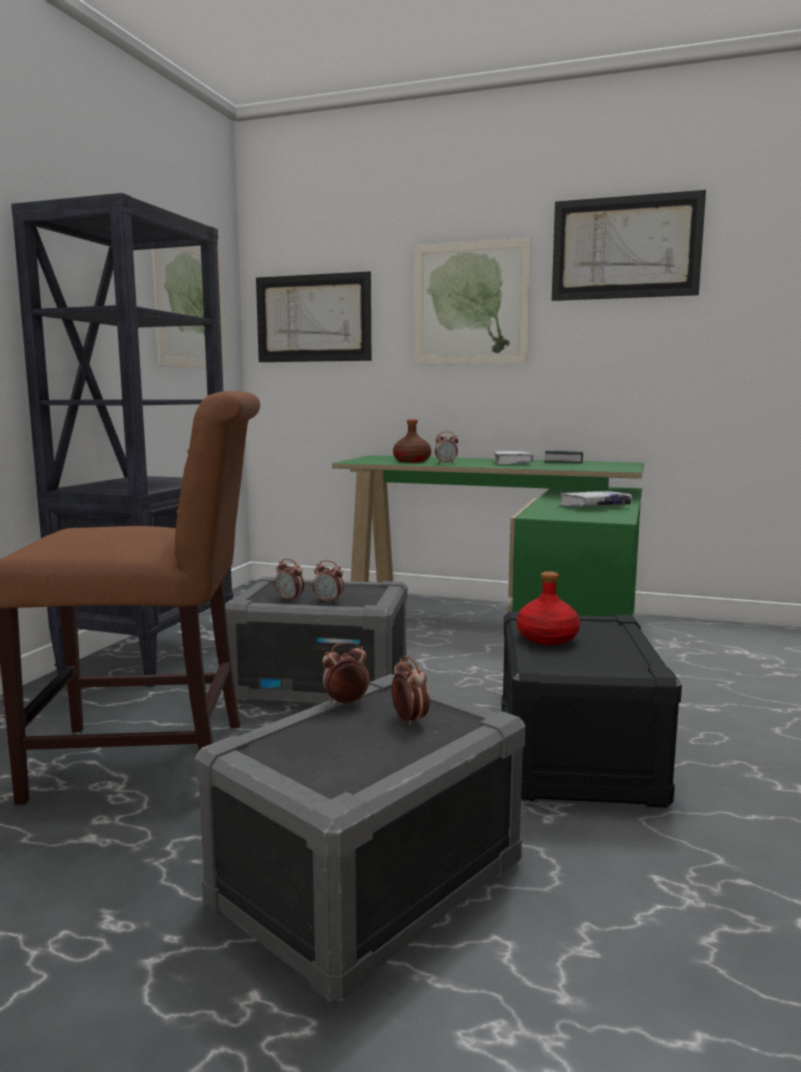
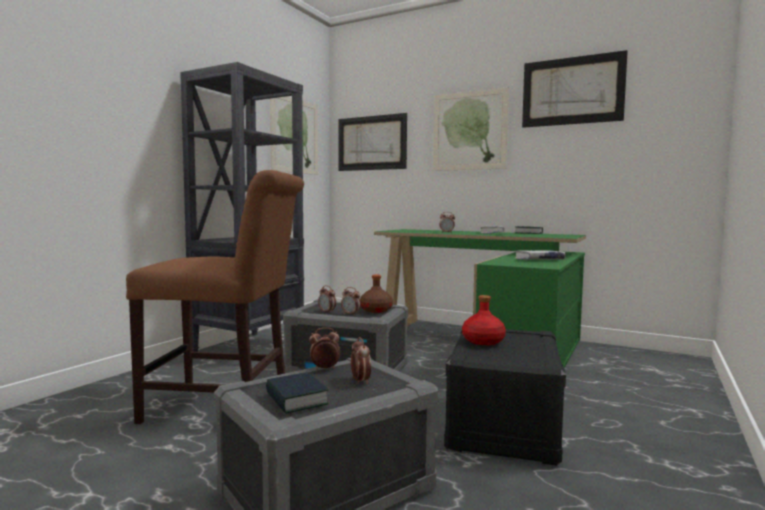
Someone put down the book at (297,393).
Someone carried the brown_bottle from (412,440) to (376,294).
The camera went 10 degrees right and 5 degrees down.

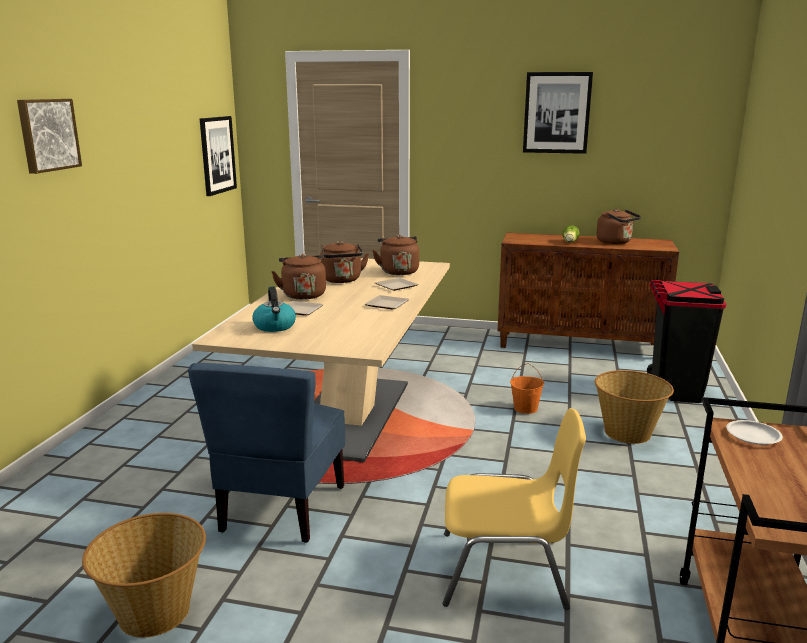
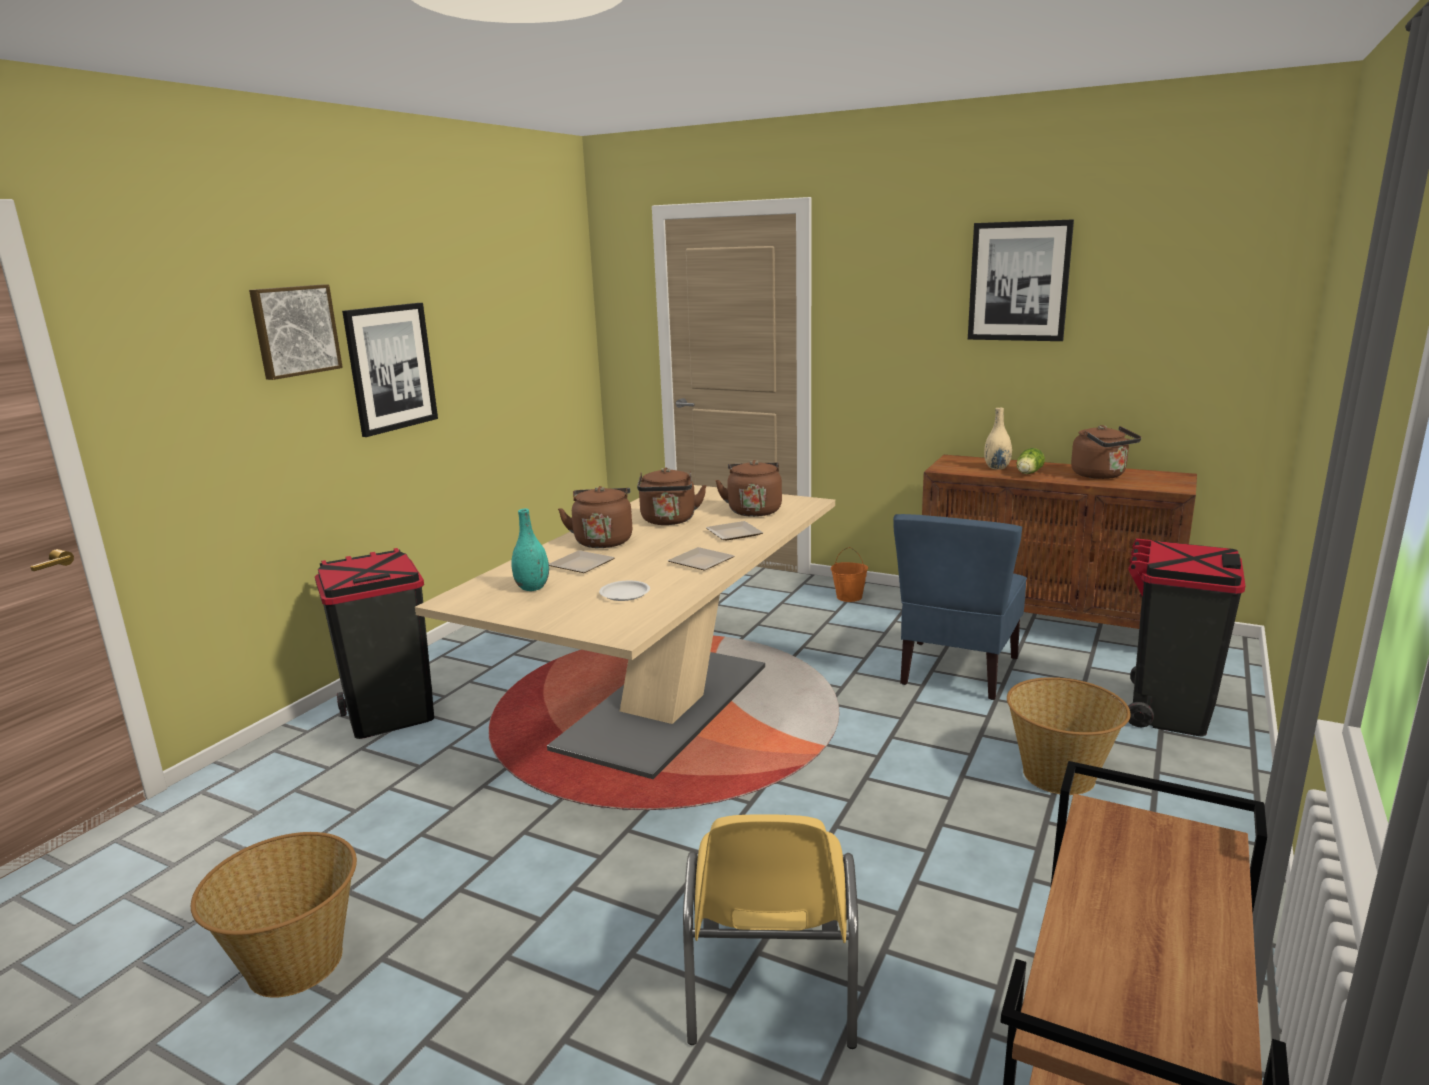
Someone put down the black_trash_can at (374,643).
Someone put down the beige_vase at (998,439).
Someone carried the blue_chair from (266,453) to (960,607).
Someone carried the picture from (218,156) to (390,370).
Someone carried the orange_bucket from (527,388) to (849,574).
Someone carried the white_plate from (754,432) to (624,591).
Someone swapped the kettle at (274,309) for the turquoise_vase at (530,550).
Someone rotated the yellow_chair at (514,509) by 75 degrees clockwise.
The camera went 15 degrees right and 0 degrees up.

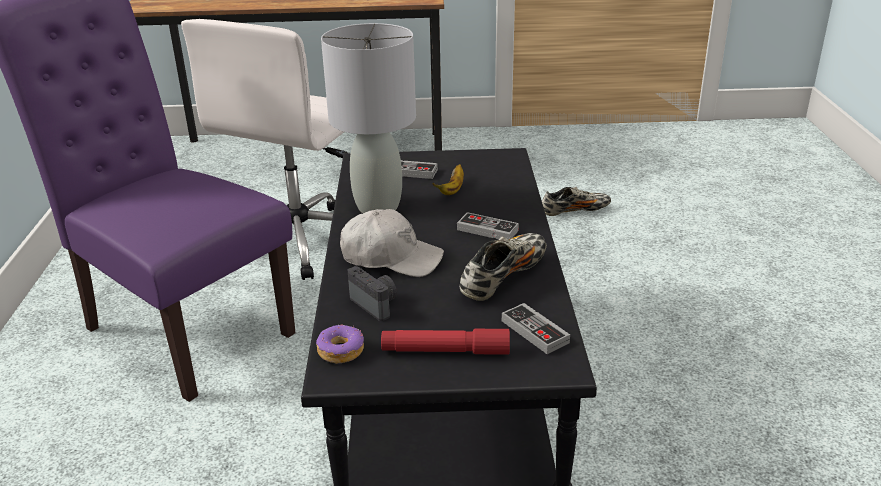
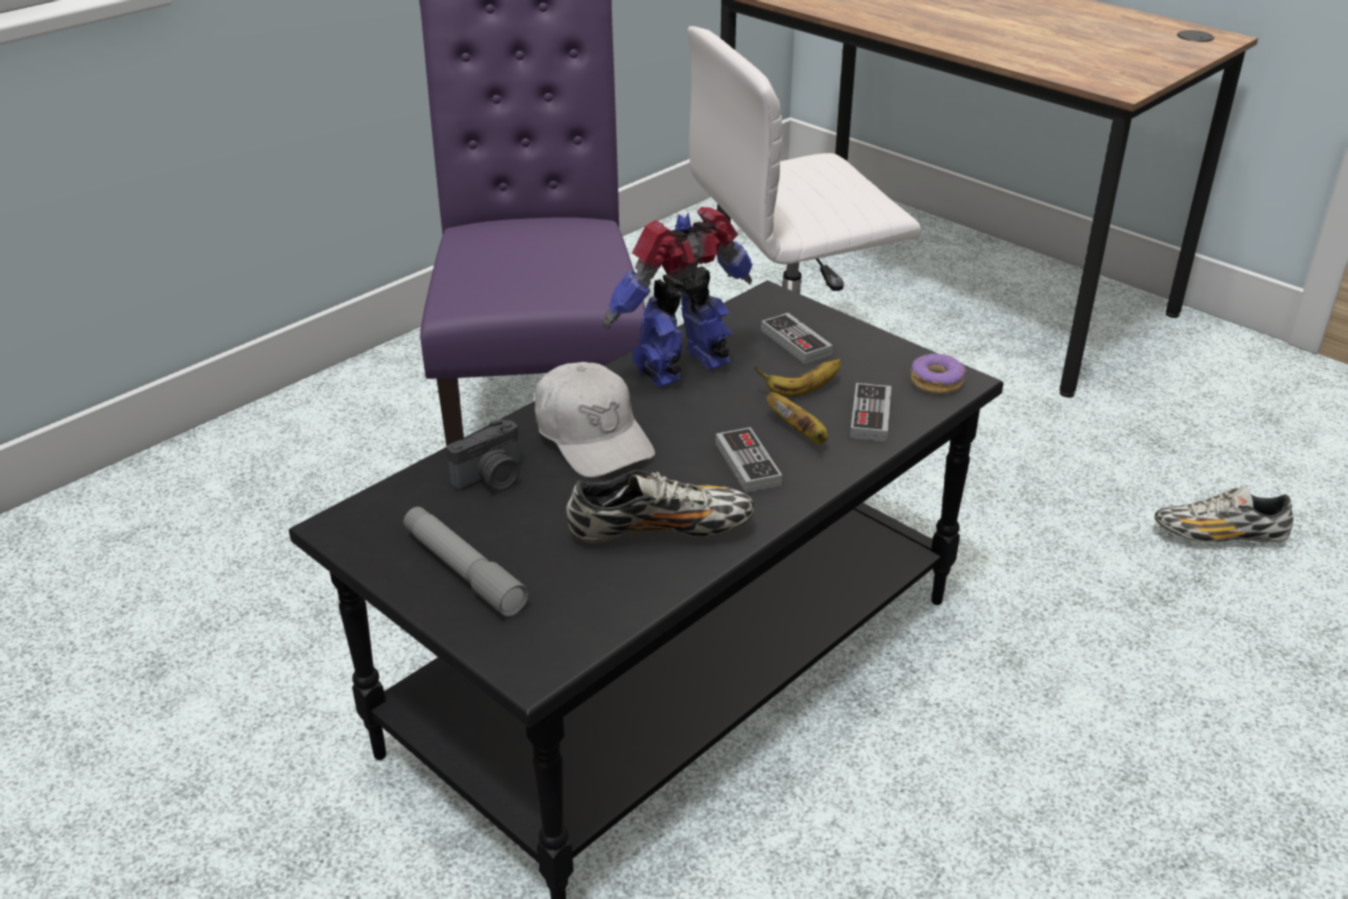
Someone put down the banana at (797,418).
Someone carried the donut from (340,344) to (938,374).
Someone carried the game_controller from (536,328) to (870,412).
Someone swapped the grey_table_lamp at (368,118) for the toy_robot at (678,297).
Someone repainted the red_flashlight at (445,342), which became the grey_flashlight at (466,562).
Someone rotated the photo_camera at (372,293) by 45 degrees clockwise.
Someone rotated the shoe at (576,201) by 150 degrees clockwise.
The camera went 45 degrees right and 5 degrees up.

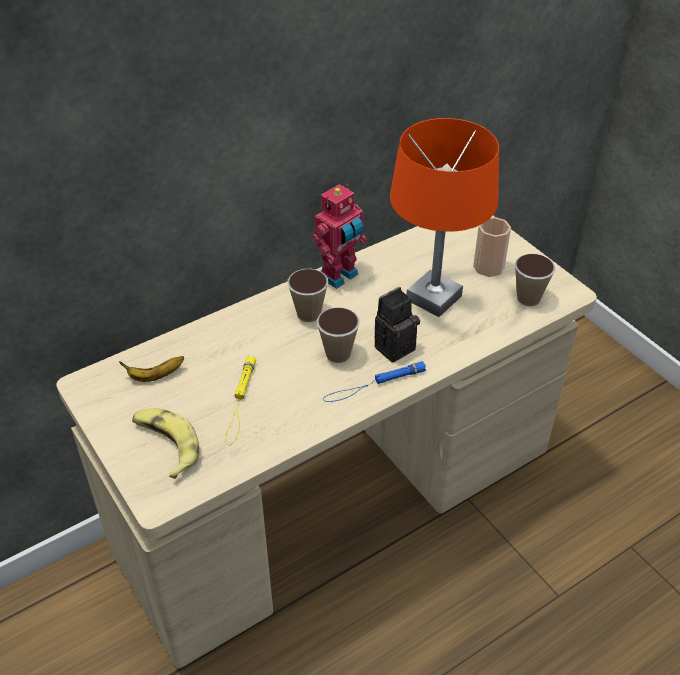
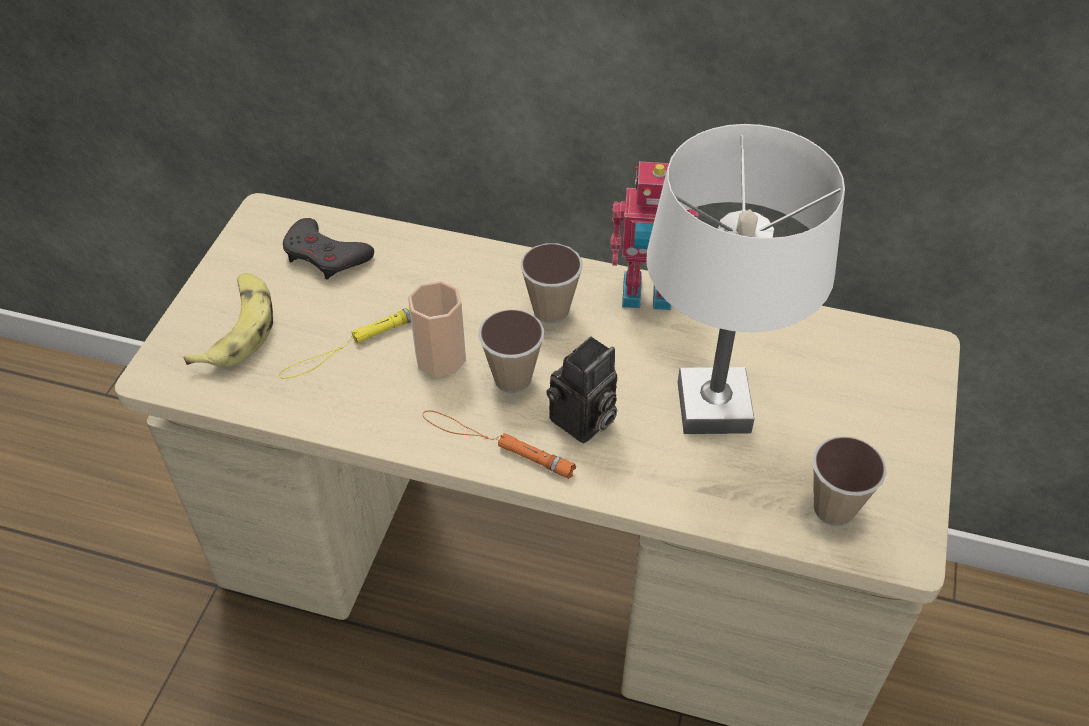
Someone carried the cup from (492,247) to (437,329).
Someone swapped the banana at (151,369) for the grey_game_controller at (328,249).
Someone repainted the blue_flashlight at (374,381), which became the orange_flashlight at (499,444).
Someone repainted the orange_table_lamp at (444,217), which became the white_table_lamp at (745,279).
Someone rotated the photo_camera at (397,324) by 120 degrees clockwise.
The camera went 50 degrees right and 5 degrees up.

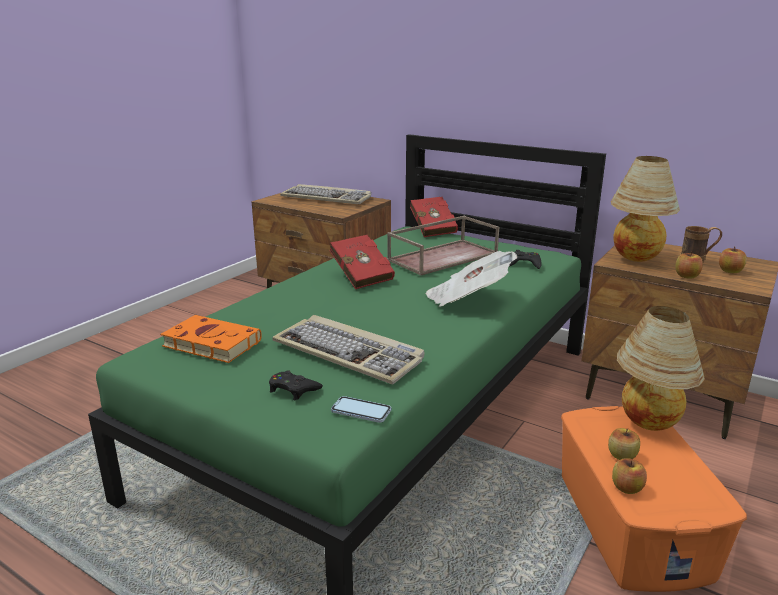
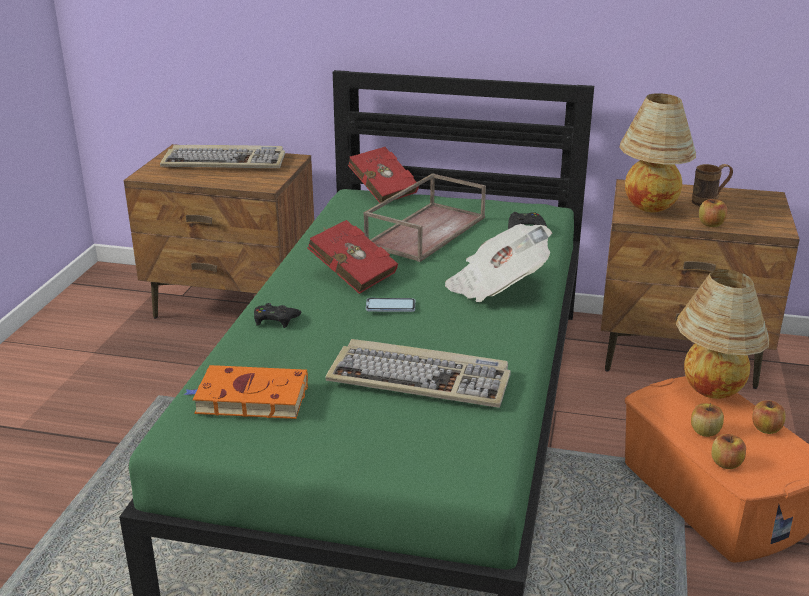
Someone carried the black_game_controller from (296,385) to (277,315).
Someone carried the phone from (361,409) to (390,305).
Someone carried the apple from (733,259) to (769,417).
The camera went 20 degrees left and 5 degrees up.

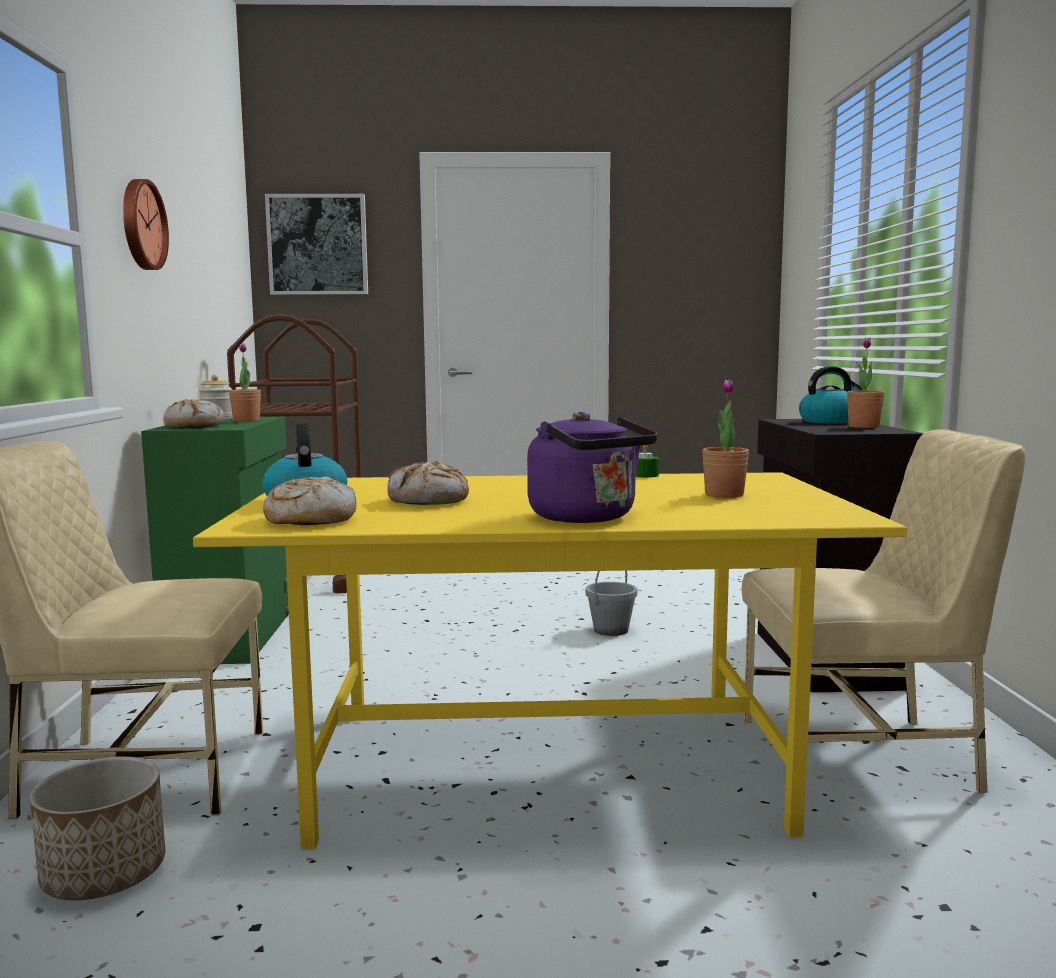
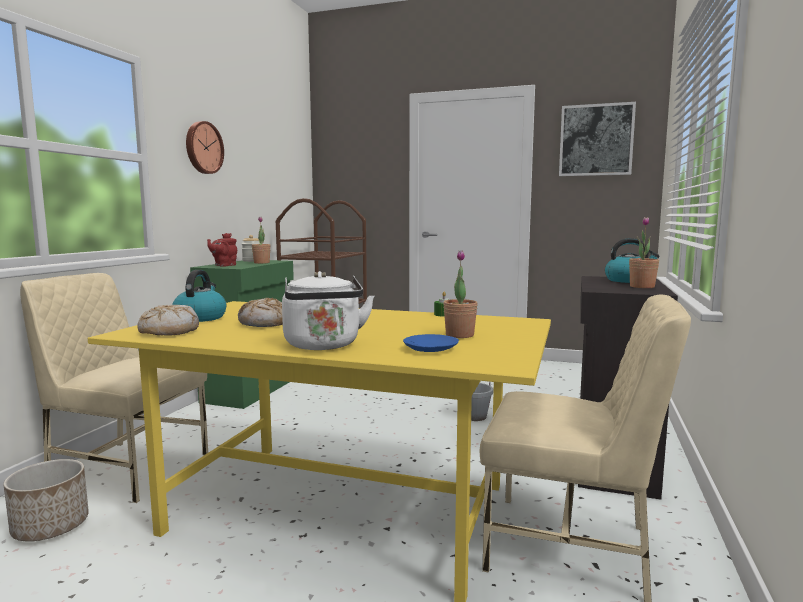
Someone put down the blue_plate at (431,343).
Someone carried the picture from (316,244) to (597,139).
Someone swapped the bread at (194,413) for the red_teapot at (222,249).
Someone repainted the purple_kettle at (592,467), which became the white_kettle at (328,310).
The camera went 20 degrees right and 0 degrees up.

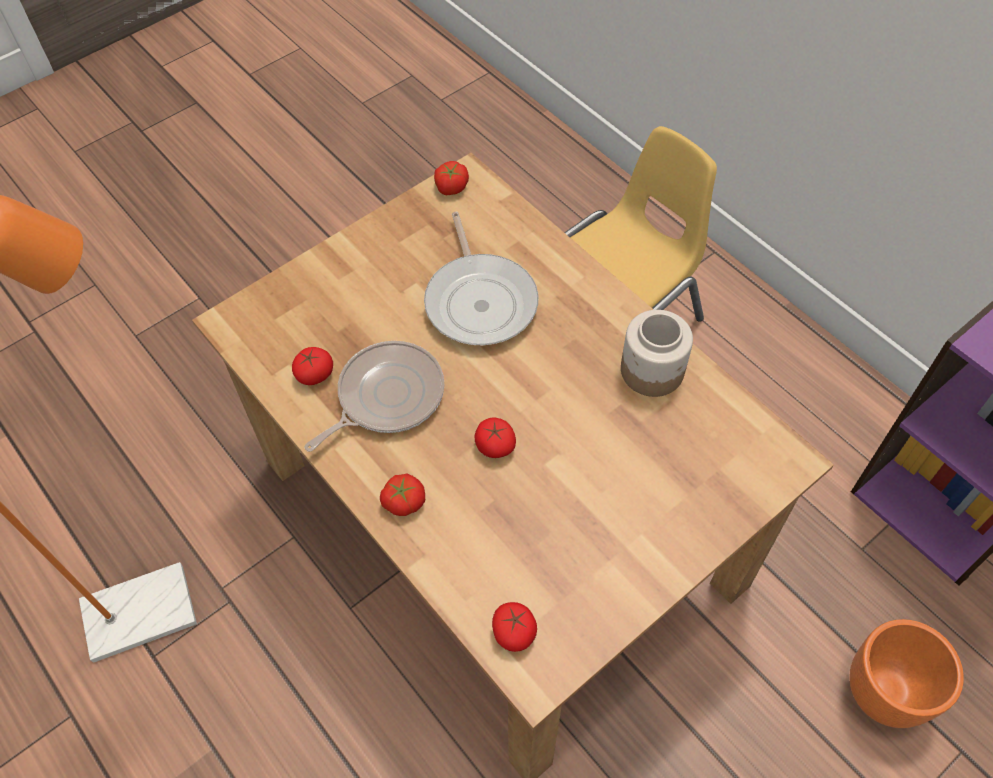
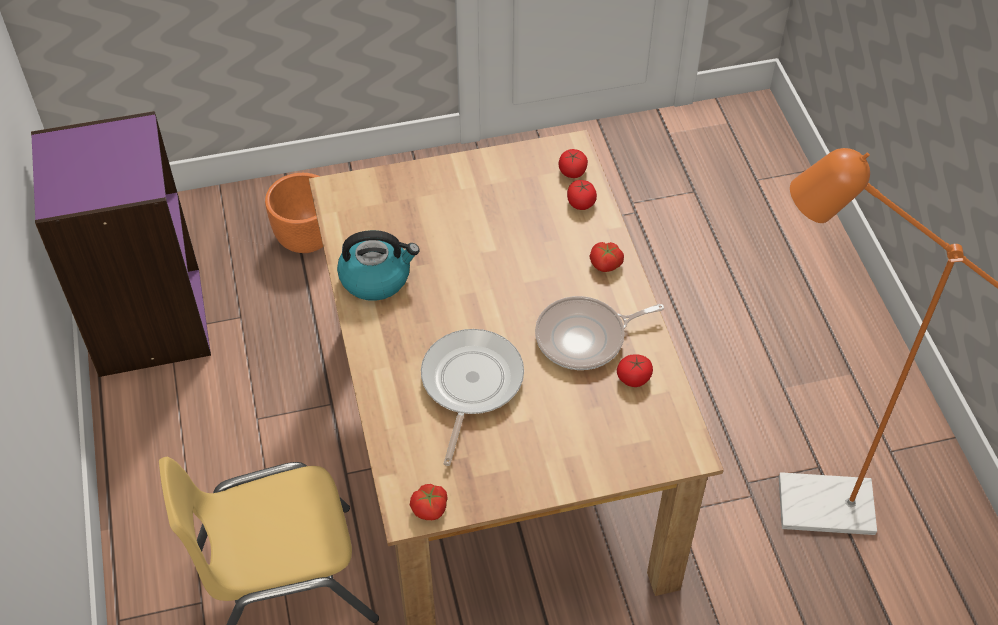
Someone carried the tomato from (495,437) to (582,195).
Someone swapped the jar at (657,353) for the kettle at (378,265).
The camera went 155 degrees left and 5 degrees down.

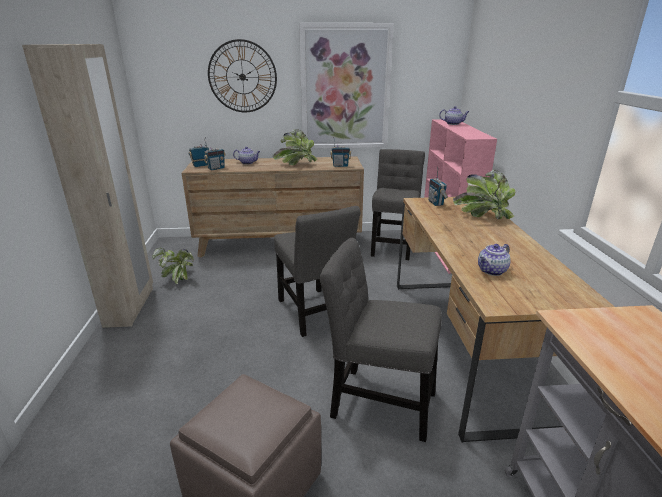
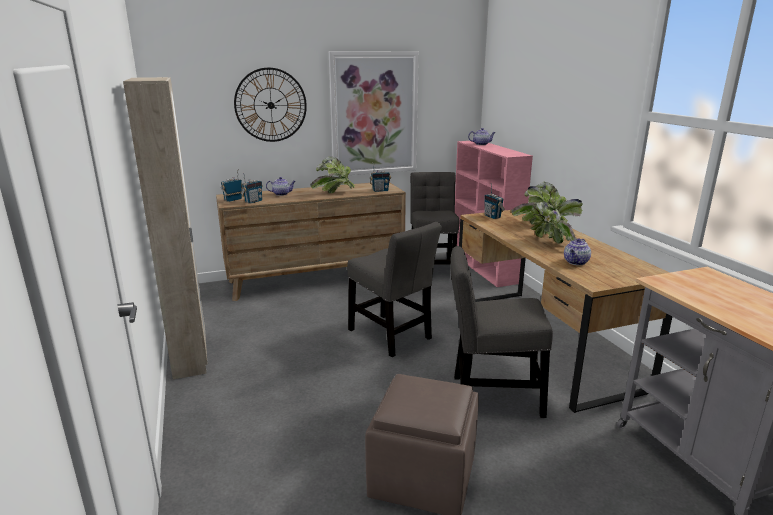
Someone carried the potted_plant from (173,265) to (556,221).
The camera went 15 degrees left and 5 degrees down.

